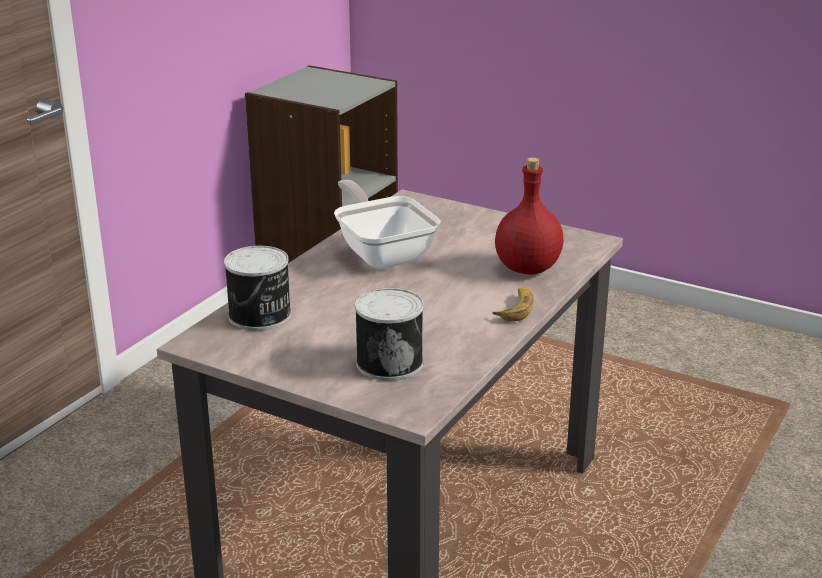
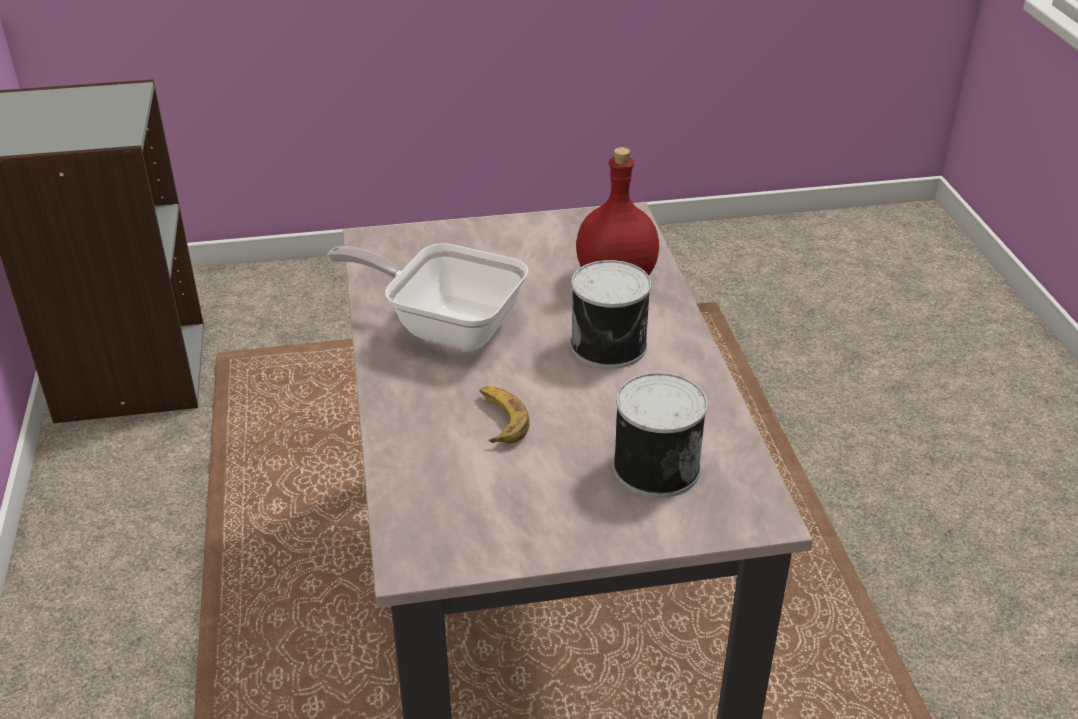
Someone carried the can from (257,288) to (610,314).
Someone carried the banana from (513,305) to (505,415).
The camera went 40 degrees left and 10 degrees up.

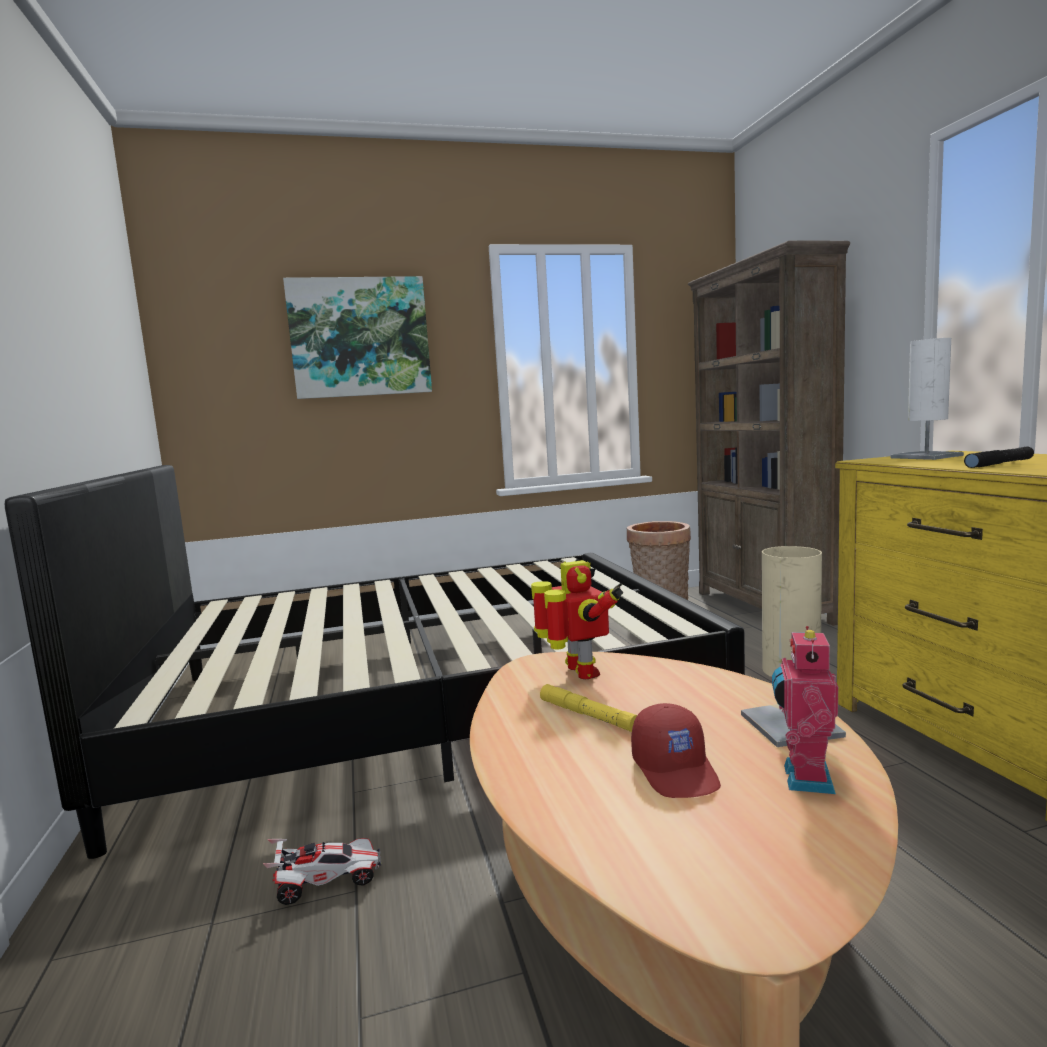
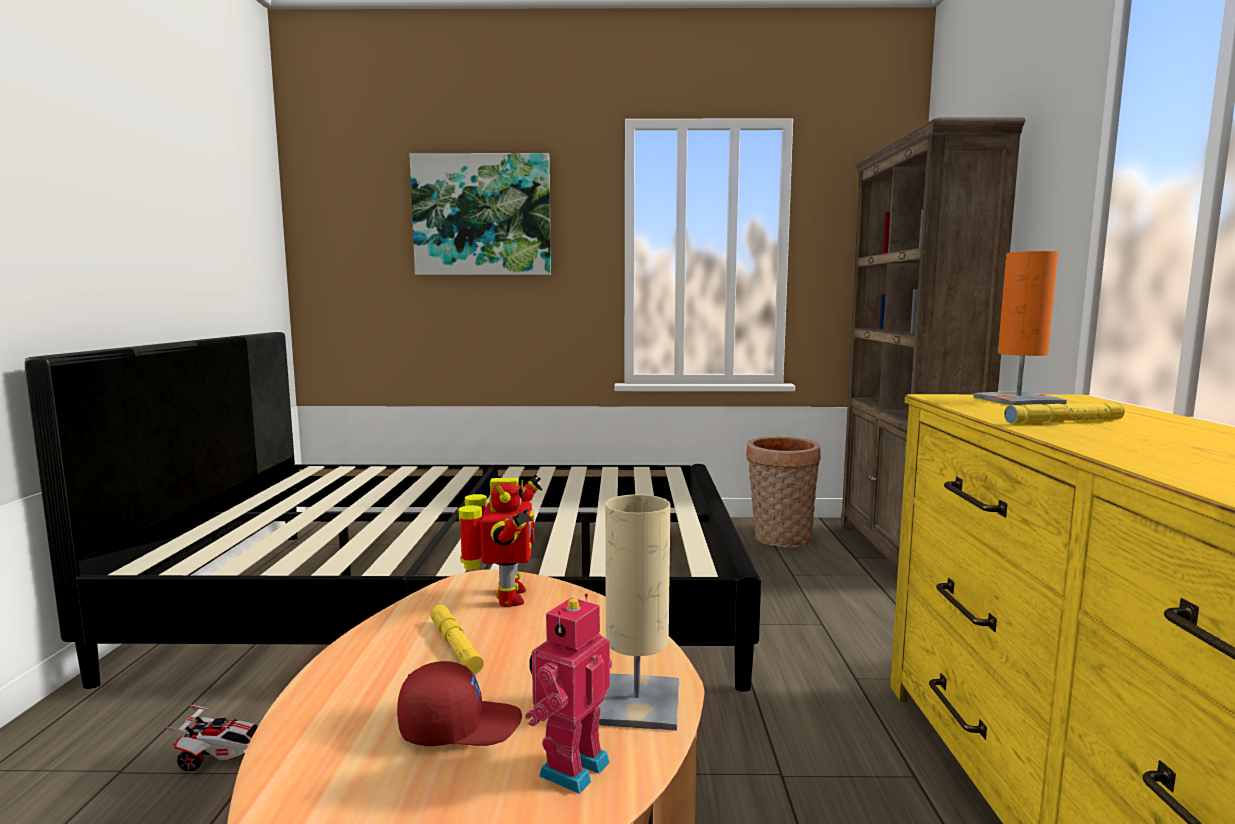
Someone repainted the white_table_lamp at (927,399), which became the orange_table_lamp at (1020,328).
Someone repainted the black_flashlight at (999,457), which became the yellow_flashlight at (1064,413).
Someone rotated the red_cap at (676,750) by 105 degrees counterclockwise.
The camera went 15 degrees right and 0 degrees up.

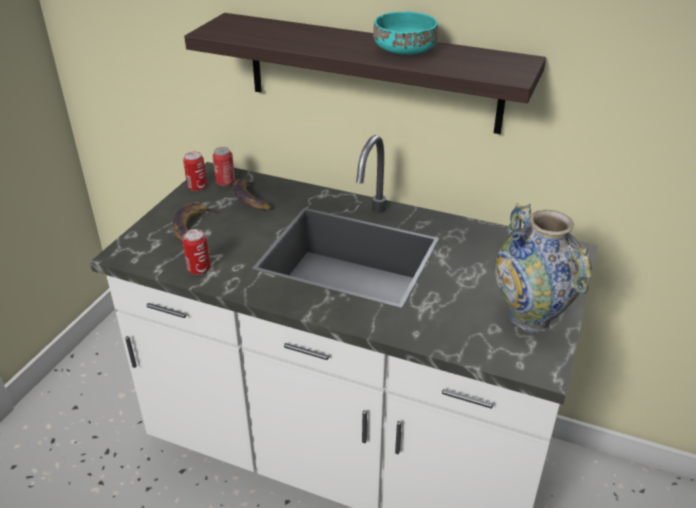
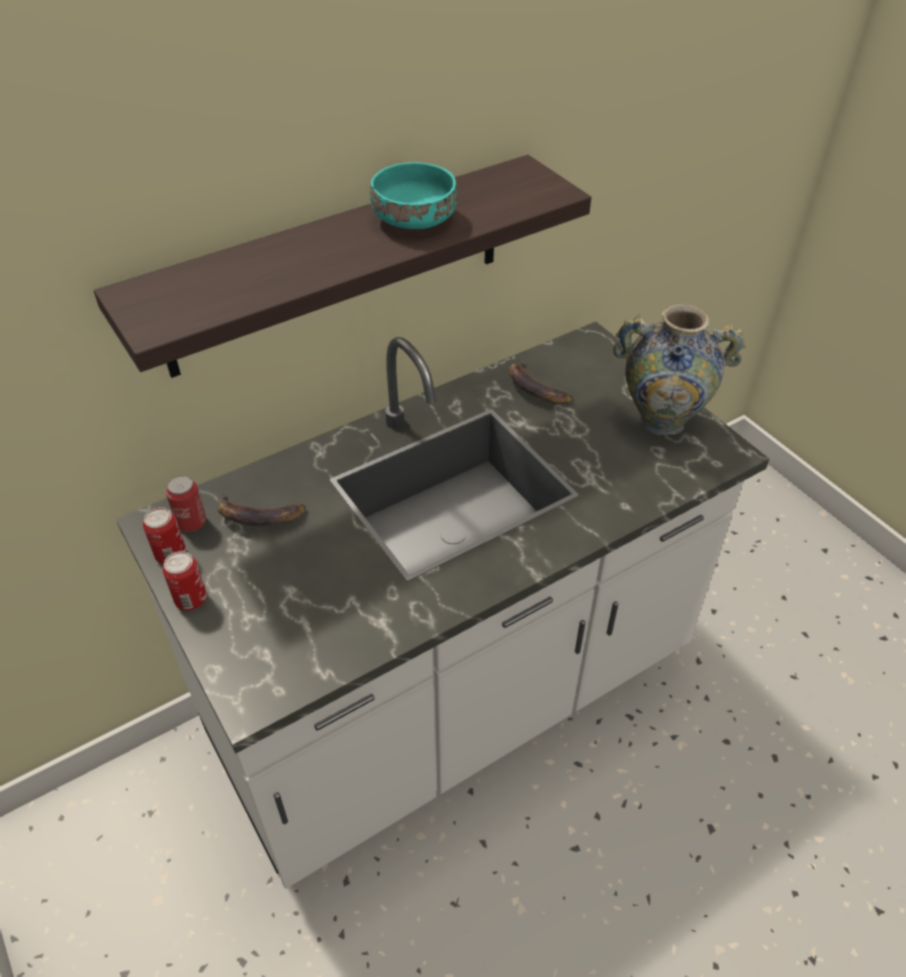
Someone carried the banana from (196,221) to (541,382).
Someone carried the can from (196,252) to (185,580).
The camera went 55 degrees left and 10 degrees up.

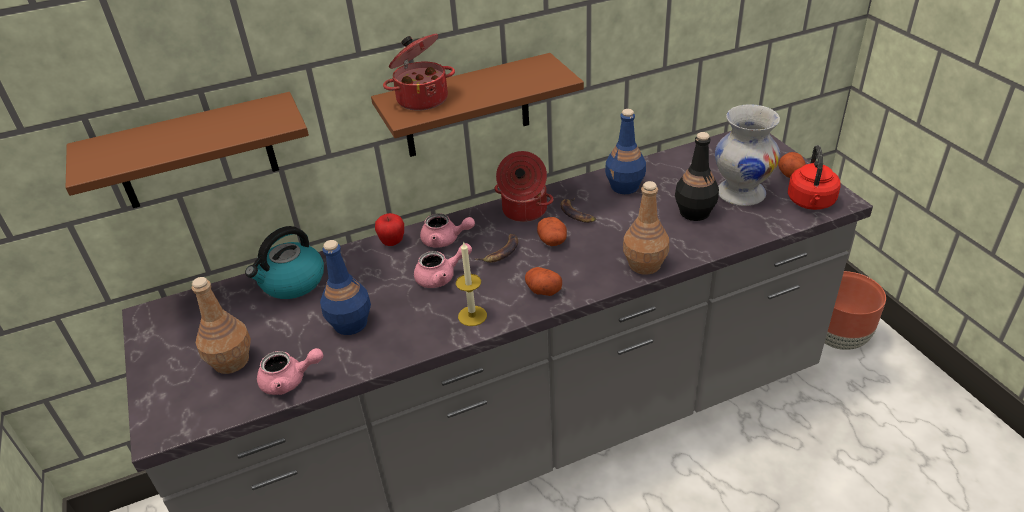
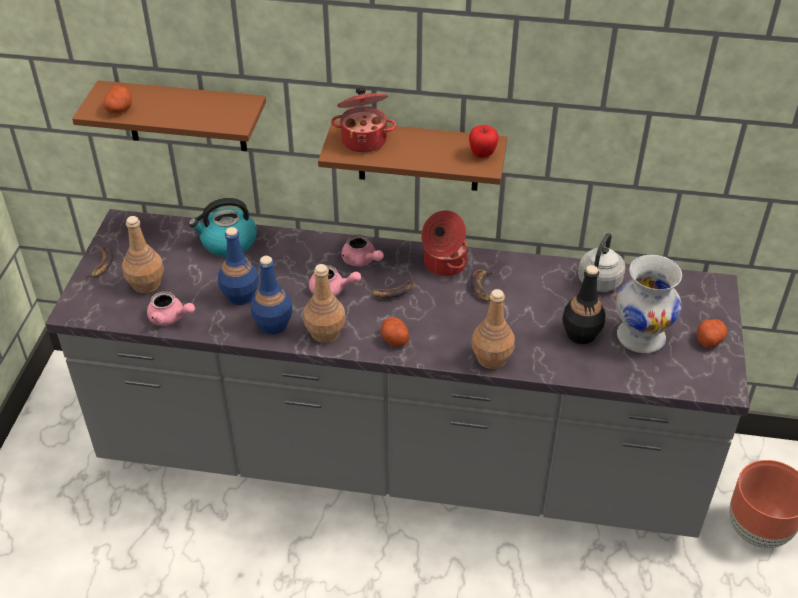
Someone took away the red_kettle at (814,177).
Someone put down the banana at (97,262).
Someone put down the grey_kettle at (602,262).
Someone carried the apple from (389,229) to (483,141).
Someone carried the potato from (552,231) to (117,99).
Someone carried the blue_bottle from (625,151) to (272,295).
Someone swapped the candle at (471,283) for the brown_bottle at (324,303).
The camera went 30 degrees right and 5 degrees up.

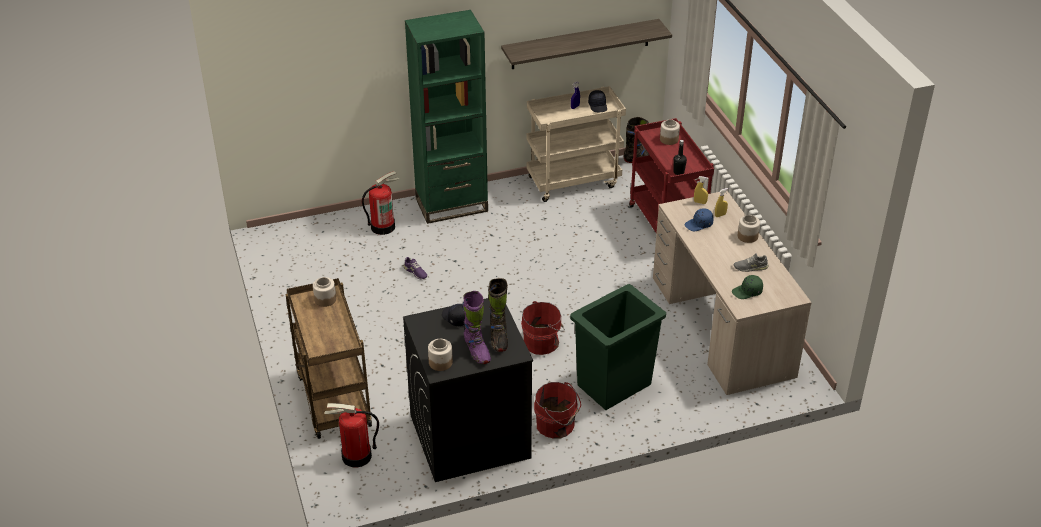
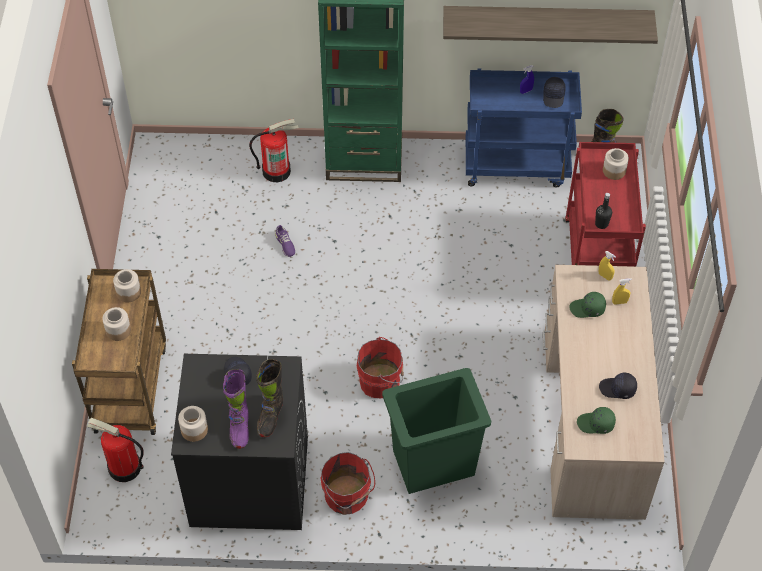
Someone carried the jar from (749,229) to (116,324).
Someone swapped the grey_shoe at (751,262) for the black_cap at (618,386).
Someone repainted the beige_cart at (576,144), which became the blue_cart at (524,127).
Someone repainted the blue_cap at (699,219), which became the green_cap at (587,305).
The camera went 20 degrees right and 15 degrees up.

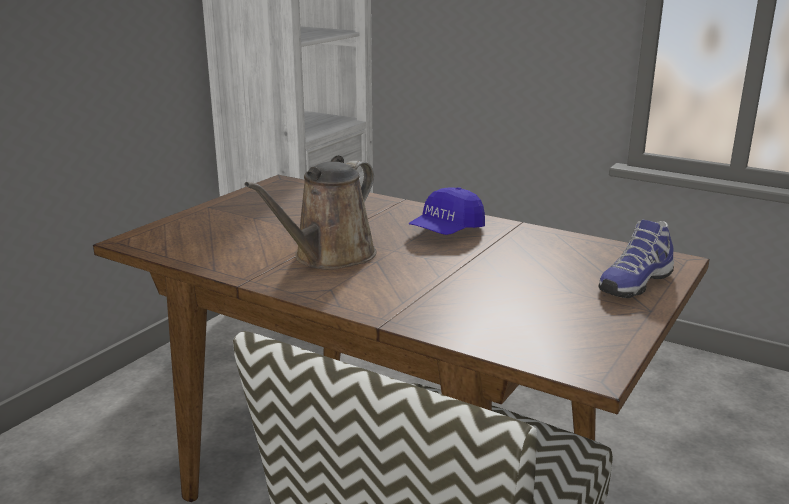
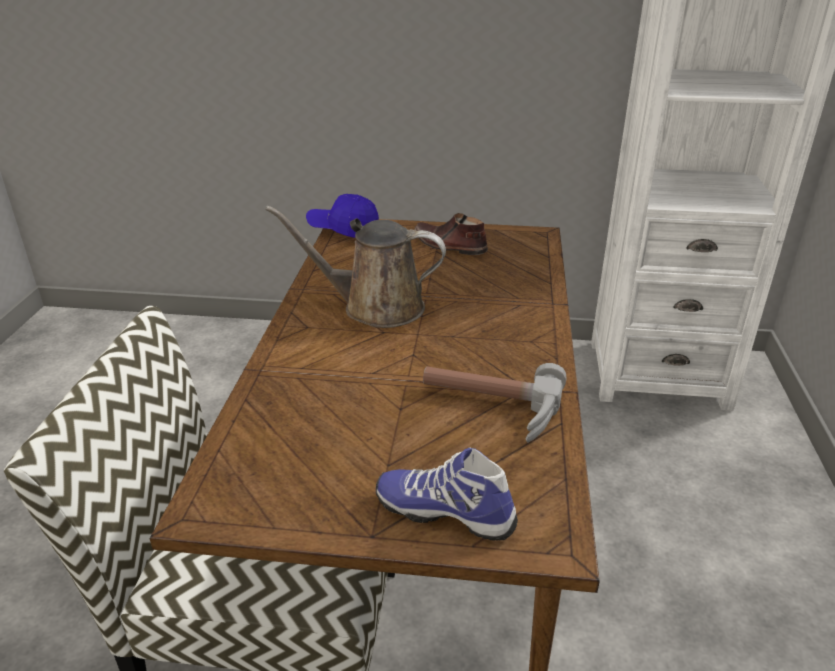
Someone put down the brown_shoe at (451,234).
Someone put down the hammer at (494,403).
Someone carried the blue_cap from (447,211) to (342,216).
The camera went 65 degrees right and 10 degrees up.

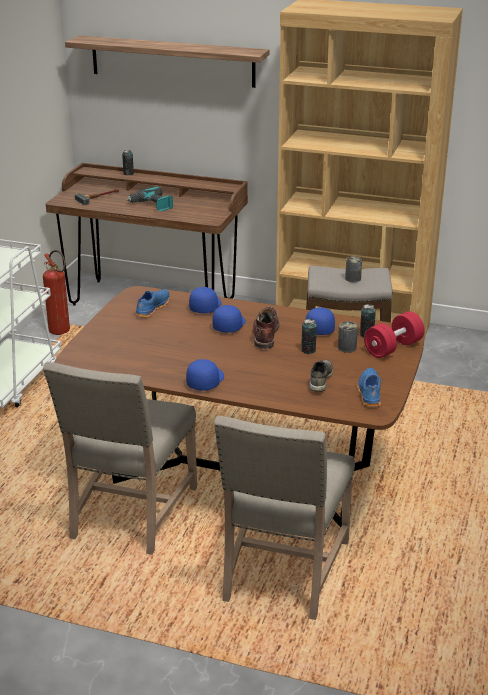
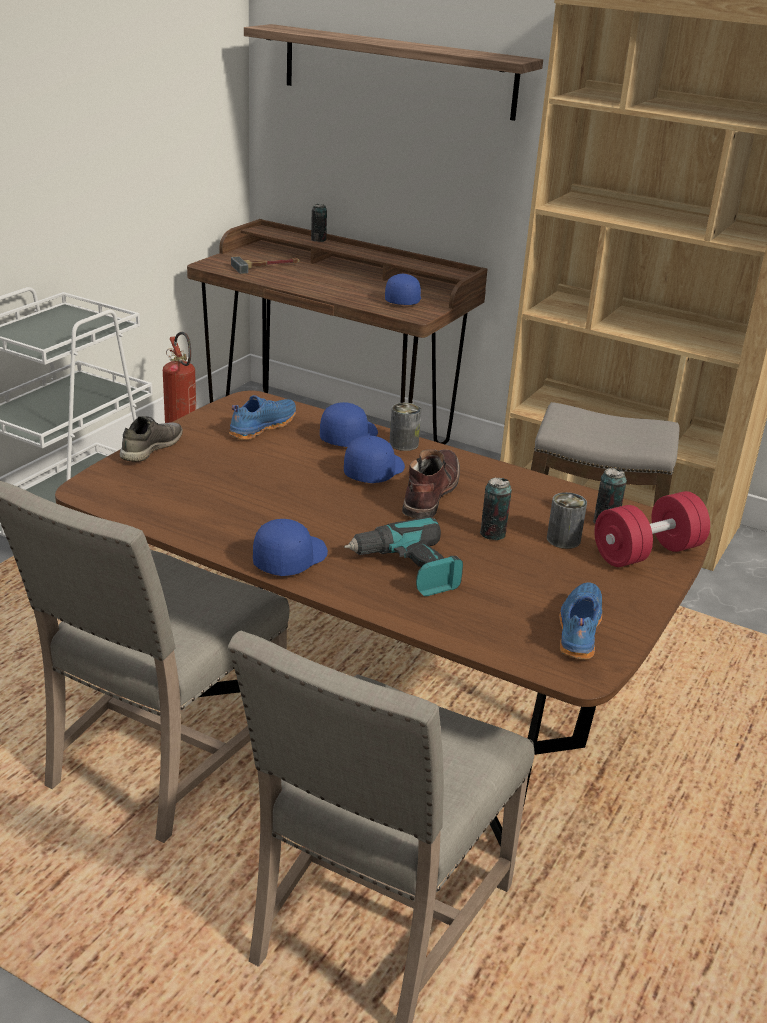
Someone carried the power_drill from (149,199) to (403,556).
Someone carried the blue_cap from (320,321) to (403,289).
Someone carried the grey_shoe from (321,376) to (151,439).
Someone carried the can from (353,269) to (405,427).
The camera went 10 degrees right and 0 degrees up.

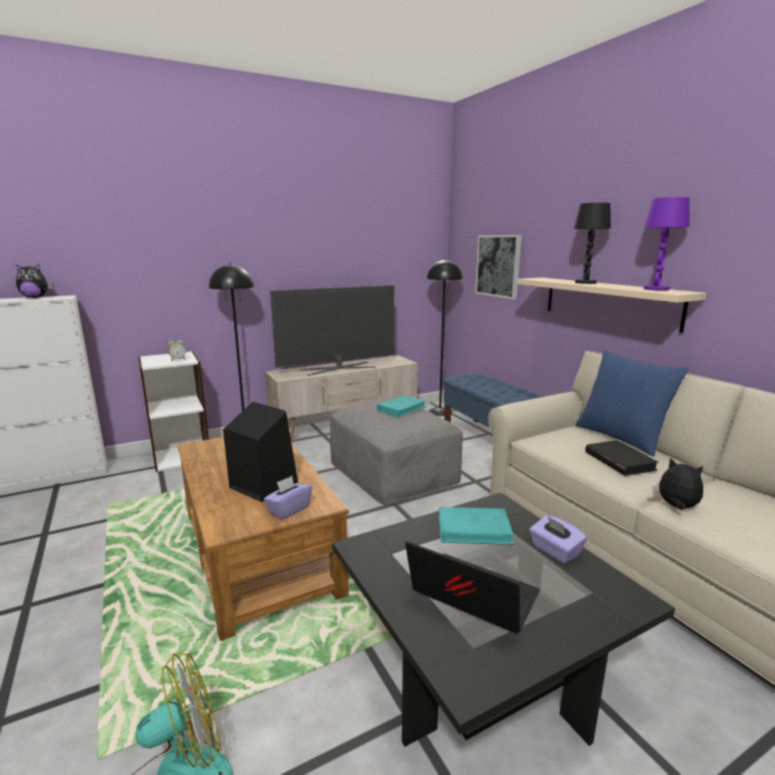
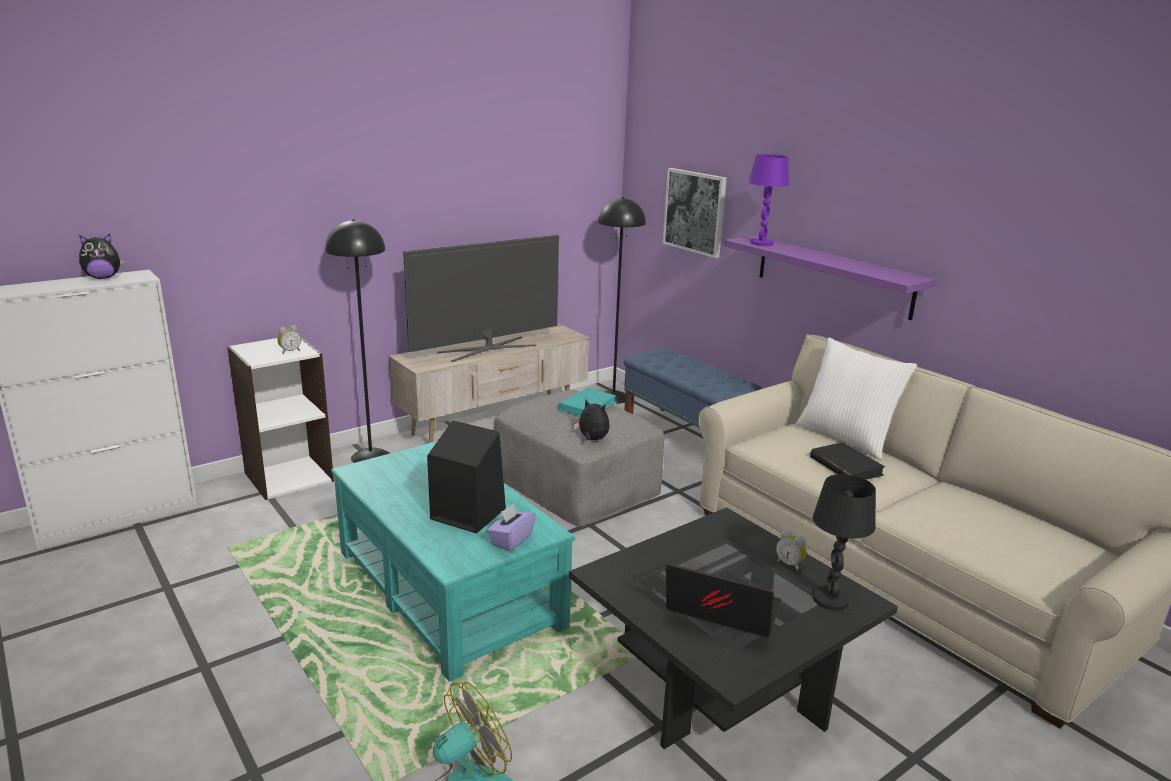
Someone took away the turquoise_book at (476,526).
Someone carried the black_table_lamp from (592,243) to (844,542).
Someone carried the purple_table_lamp from (667,244) to (769,200).
Someone carried the plush_toy from (678,483) to (591,419).
Someone swapped the purple_tissue_box at (558,539) for the alarm_clock at (791,550).
Someone repainted the brown_coffee_table at (263,539), which became the turquoise_coffee_table at (453,561).
Someone repainted the beige_shelf at (611,305), which became the purple_shelf at (830,278).
Someone repainted the blue_pillow at (632,403), which became the white_pillow at (856,398).
The camera went 10 degrees left and 5 degrees up.

